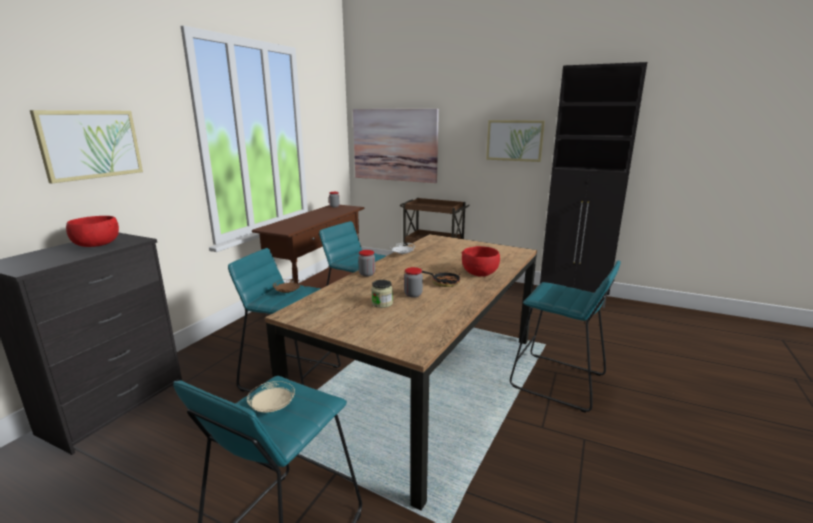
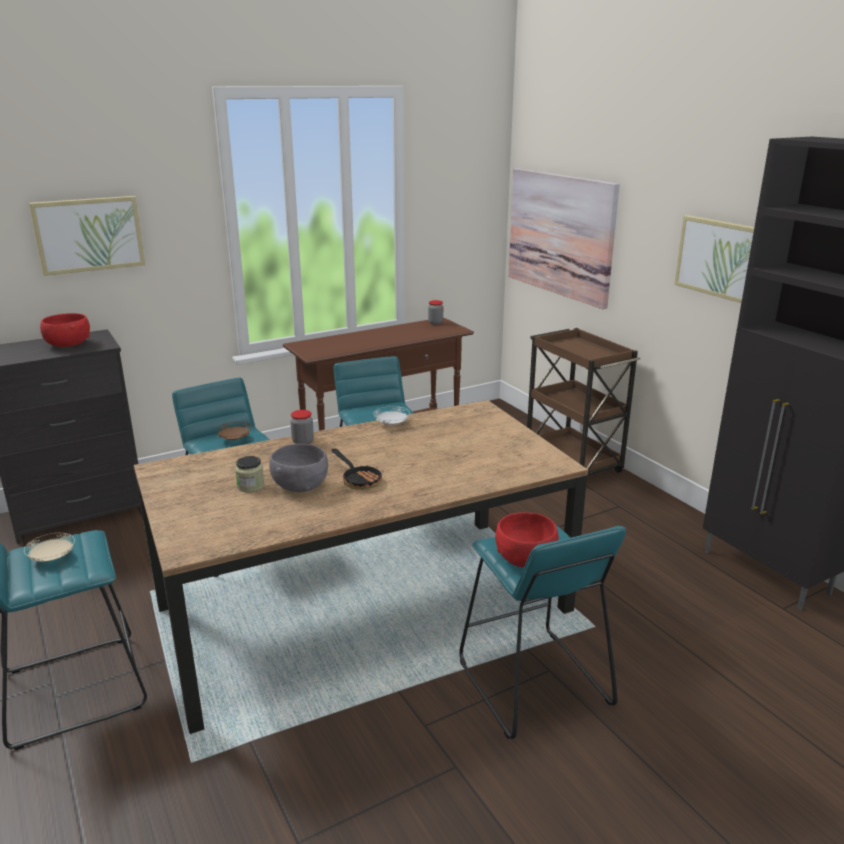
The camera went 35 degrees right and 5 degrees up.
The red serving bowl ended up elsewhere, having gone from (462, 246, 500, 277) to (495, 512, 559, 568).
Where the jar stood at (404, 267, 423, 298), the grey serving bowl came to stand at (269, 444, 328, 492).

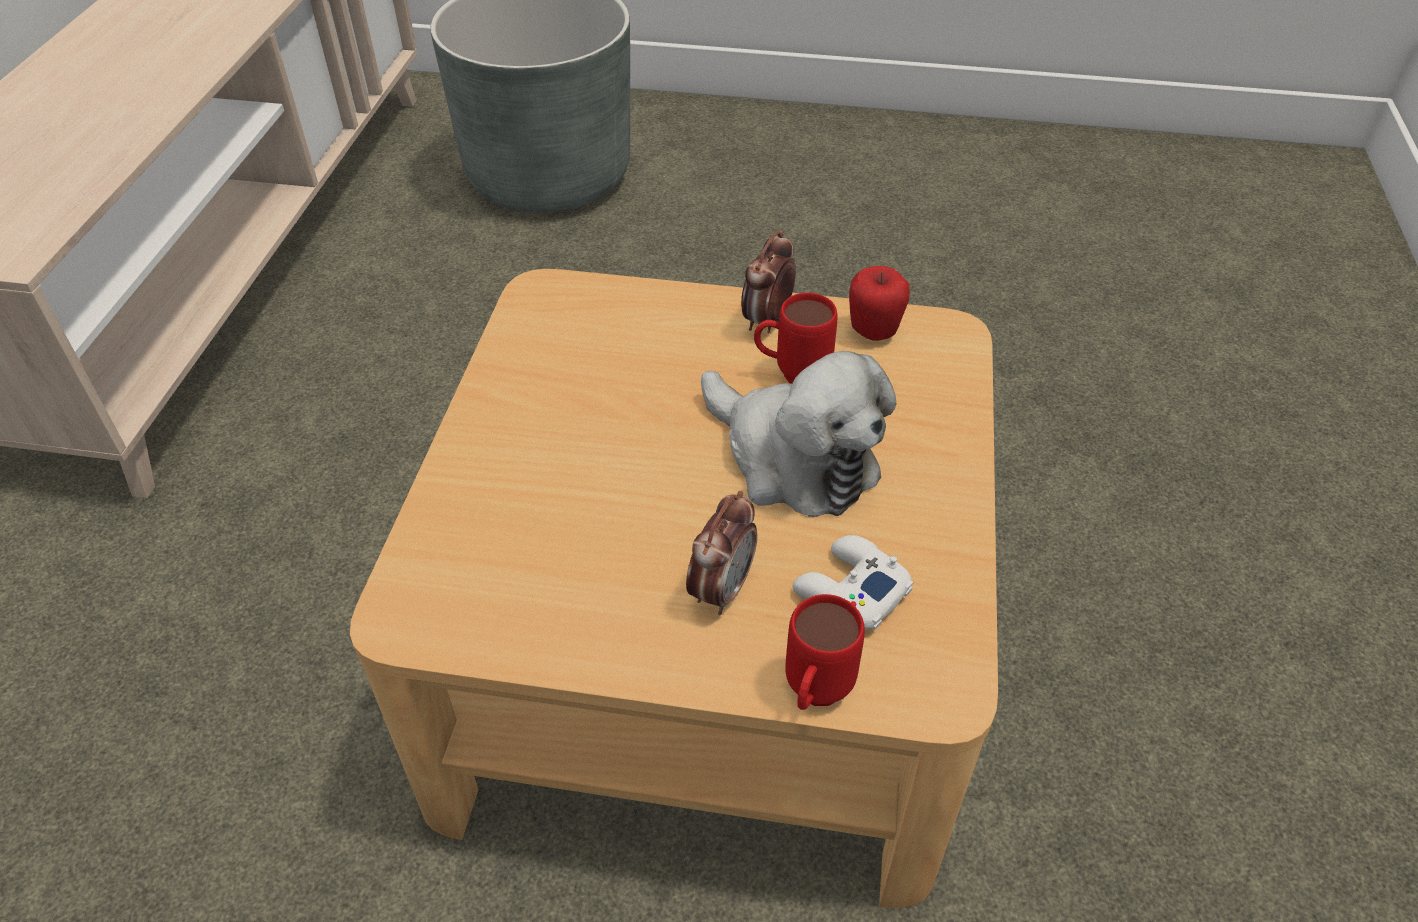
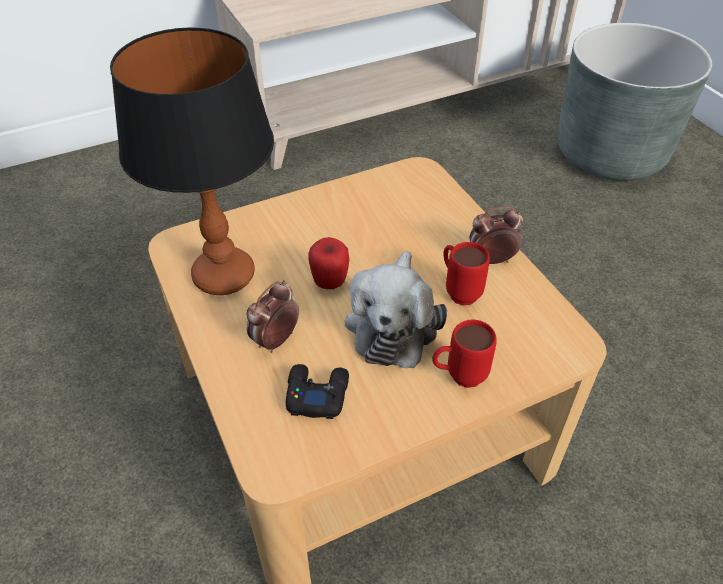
The camera went 55 degrees right and 0 degrees up.
The second view gained the table lamp at (110, 27, 274, 295).
The red mug ended up elsewhere, having gone from (785, 594, 865, 710) to (432, 320, 497, 388).
The apple fruit ended up elsewhere, having gone from (849, 266, 910, 341) to (308, 237, 349, 289).
What was the white game controller at (792, 535, 913, 630) turned into the black-coloured game controller at (286, 364, 349, 419).
The alarm clock at (686, 491, 757, 615) ended up facing another way, 135 degrees clockwise from before.

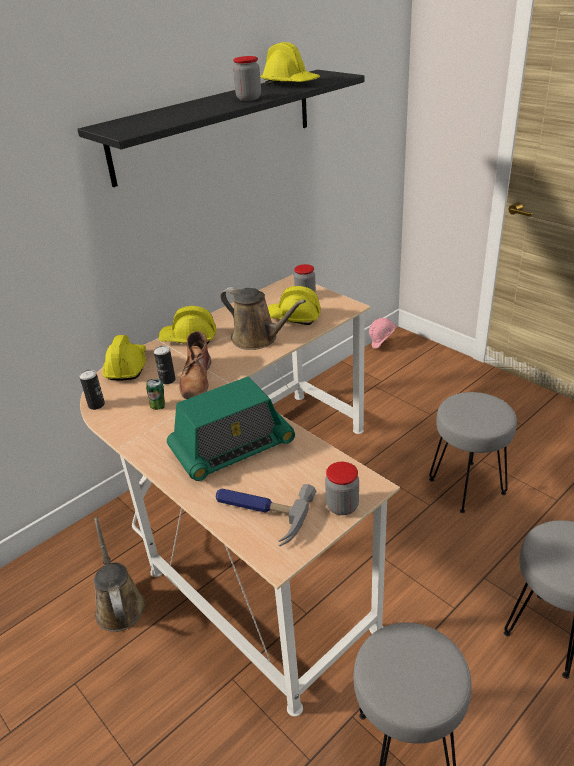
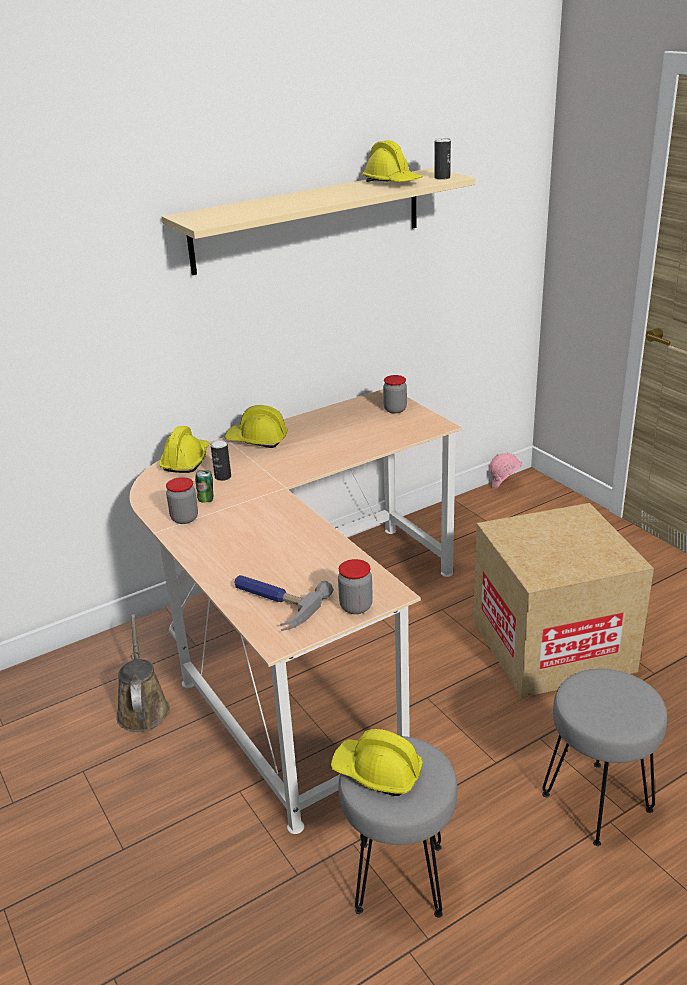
The camera went 10 degrees right and 5 degrees down.
The second view lost the radio at (167, 377, 295, 481).
The second view lost the brownish boot at (179, 331, 211, 399).
The second view lost the brownish sprinkling can at (220, 287, 306, 350).
The sealed can ended up elsewhere, having gone from (79, 369, 105, 410) to (434, 138, 451, 180).
The jar ended up elsewhere, having gone from (233, 56, 261, 101) to (166, 477, 198, 524).
The yellow-coloured safety helmet ended up elsewhere, having gone from (268, 286, 321, 325) to (331, 729, 423, 796).
Where the grey sitting stool stood at (429, 392, 517, 513), the packing box came to stand at (473, 503, 654, 698).
What was the black-coloured shelf at (77, 70, 365, 187) turned into the beige shelf at (162, 168, 475, 275).

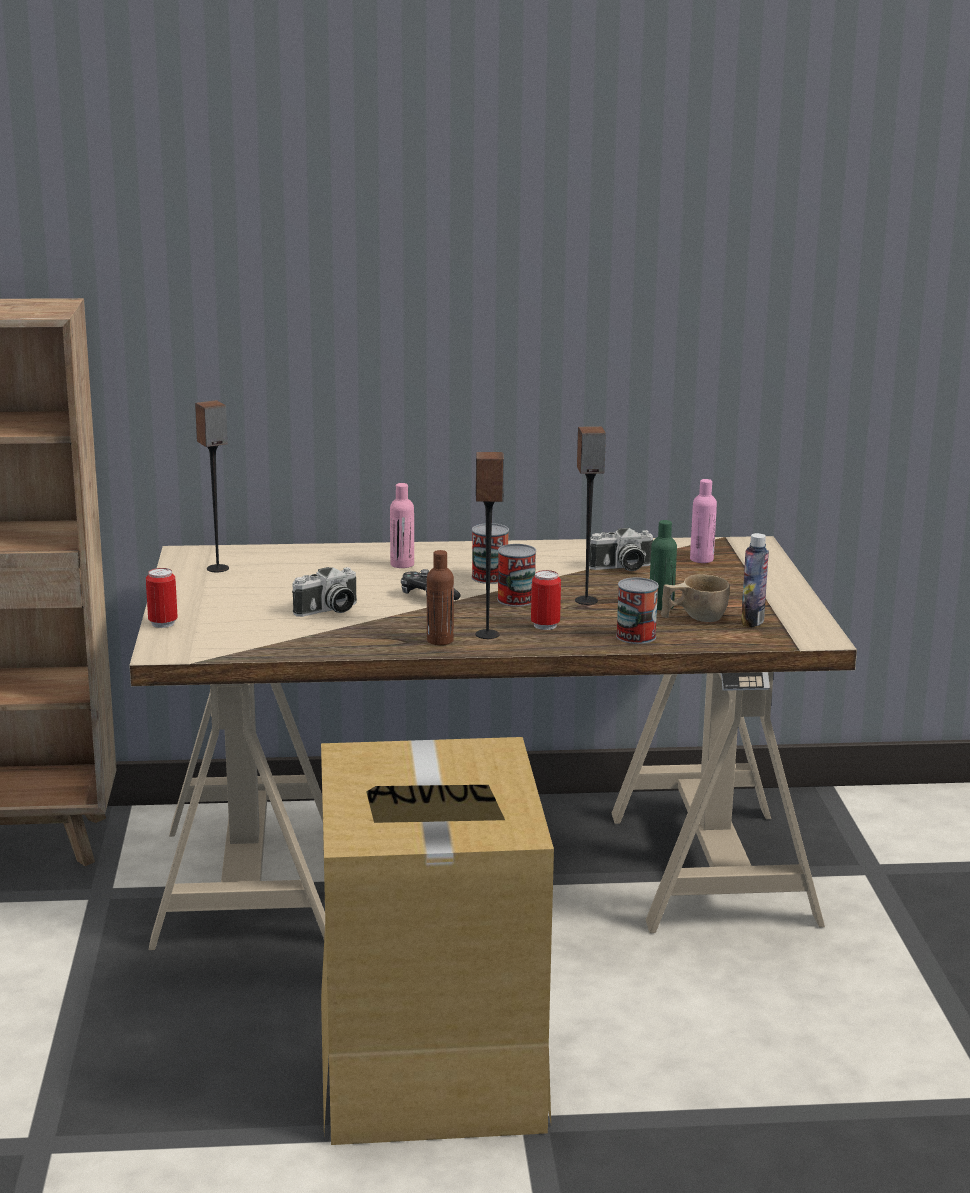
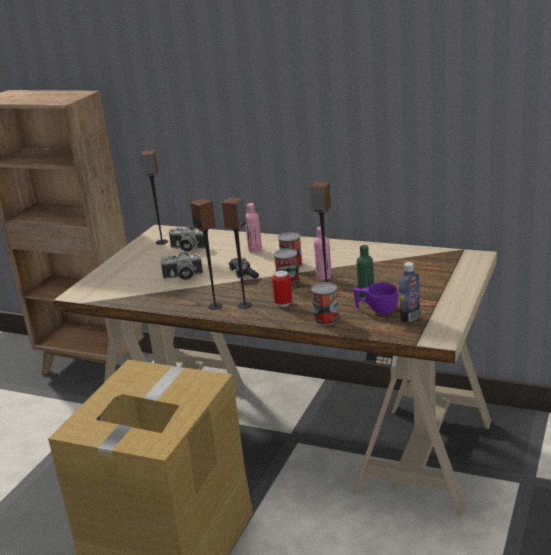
The camera went 30 degrees right and 5 degrees up.
The second view lost the sealed can at (146, 568, 178, 628).
The photo camera ended up elsewhere, having gone from (589, 528, 653, 571) to (168, 226, 206, 252).
The pink-coloured bottle ended up elsewhere, having gone from (690, 479, 717, 563) to (314, 227, 332, 280).
Where the brownish bottle stood at (427, 550, 454, 645), the loudspeaker came to stand at (190, 198, 223, 310).
What was the beige drinking cup at (661, 574, 730, 622) turned into the purple drinking cup at (353, 282, 398, 315).

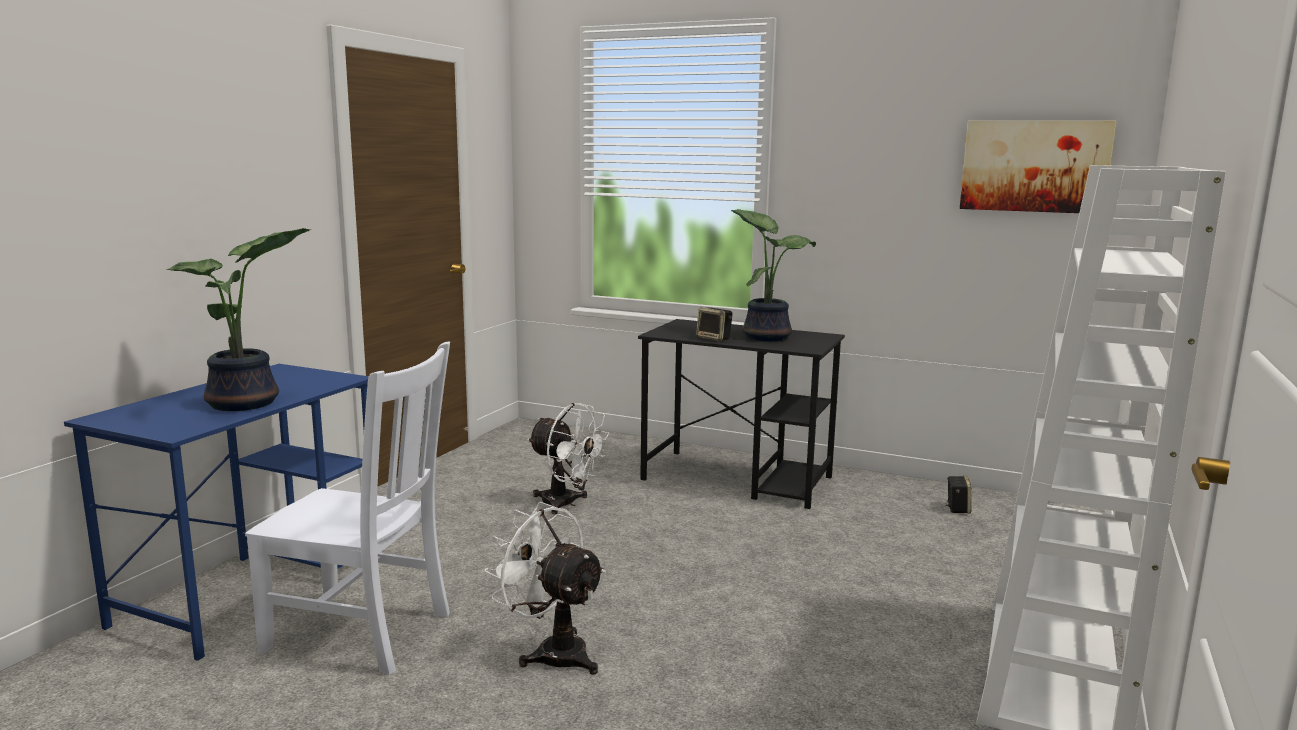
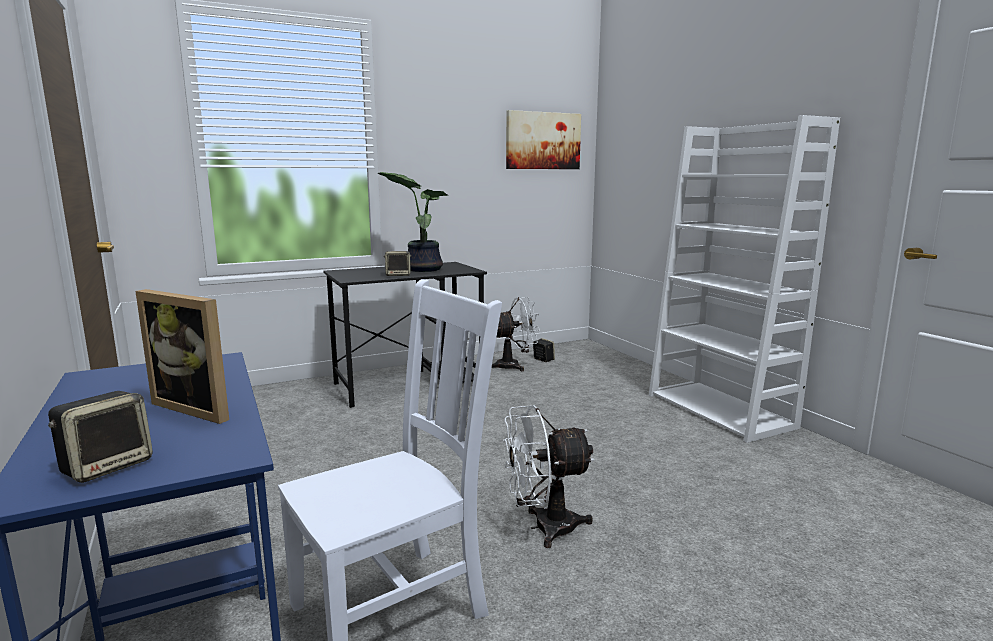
The camera went 50 degrees left and 0 degrees up.
The second view gained the loudspeaker at (48, 391, 153, 483).
The white fan ended up elsewhere, having gone from (527, 403, 610, 514) to (492, 297, 540, 371).
Where the plant in a pot stood at (166, 228, 311, 411), the picture frame came to stand at (135, 289, 229, 424).

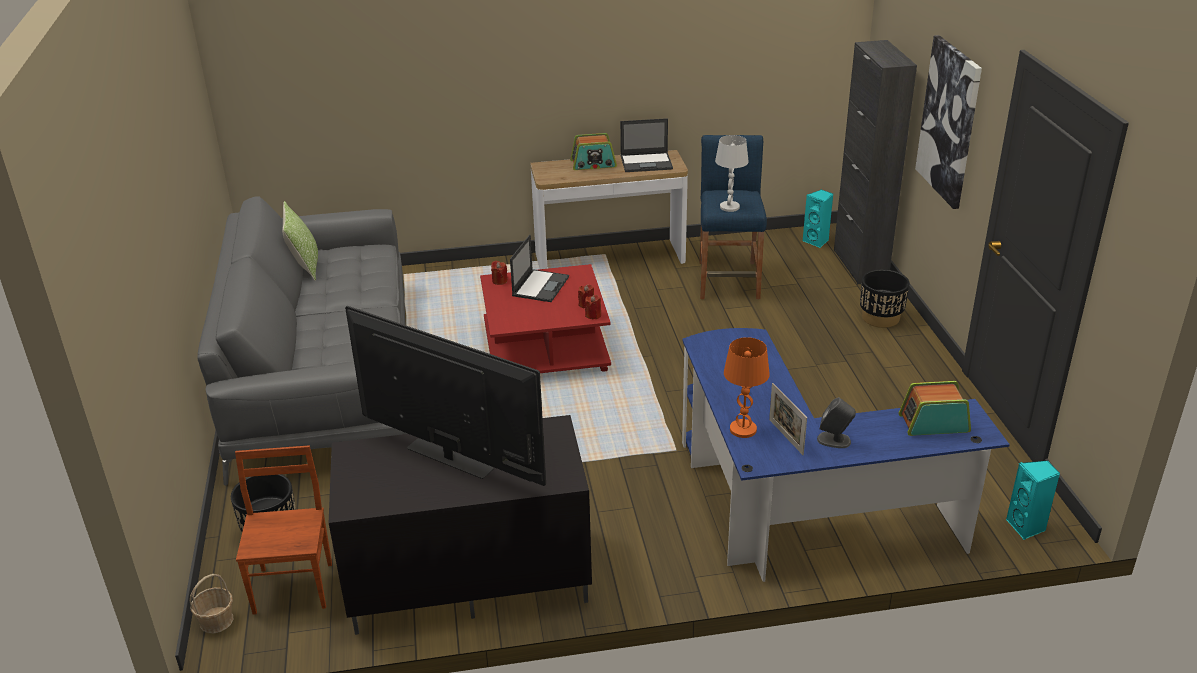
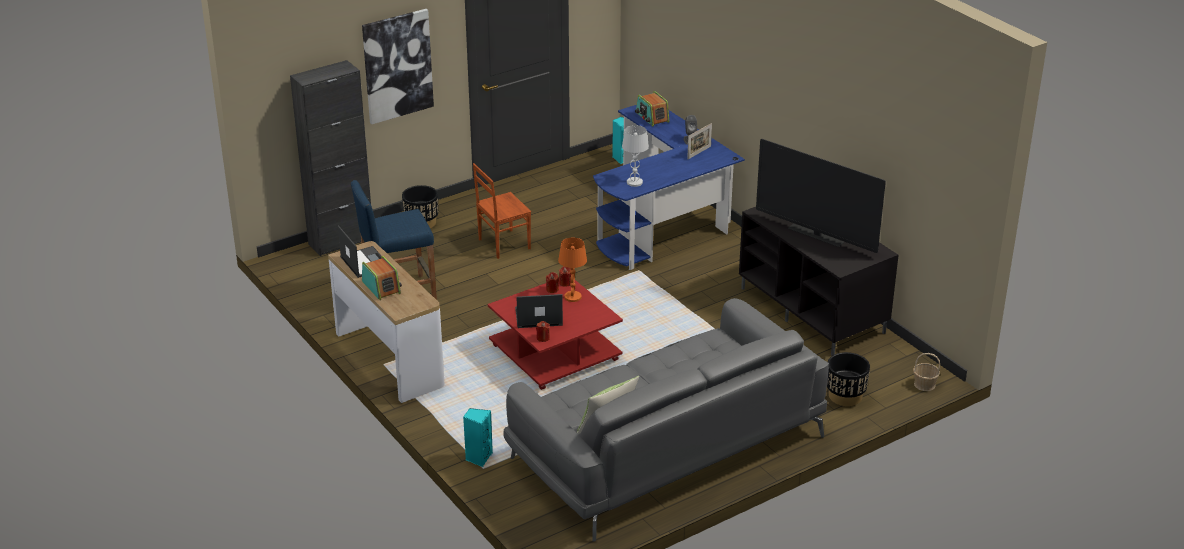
The camera went 115 degrees left and 0 degrees up.
The brownish chair ended up elsewhere, having gone from (235, 445, 332, 615) to (473, 163, 531, 259).
The white table lamp ended up elsewhere, having gone from (715, 135, 749, 212) to (622, 125, 649, 187).
The orangey table lamp ended up elsewhere, having gone from (724, 337, 770, 438) to (558, 238, 587, 302).
The blue-green loudspeaker ended up elsewhere, having gone from (803, 189, 833, 248) to (463, 408, 493, 467).
The television at (345, 306, 546, 486) ended up facing another way, 60 degrees counterclockwise from before.

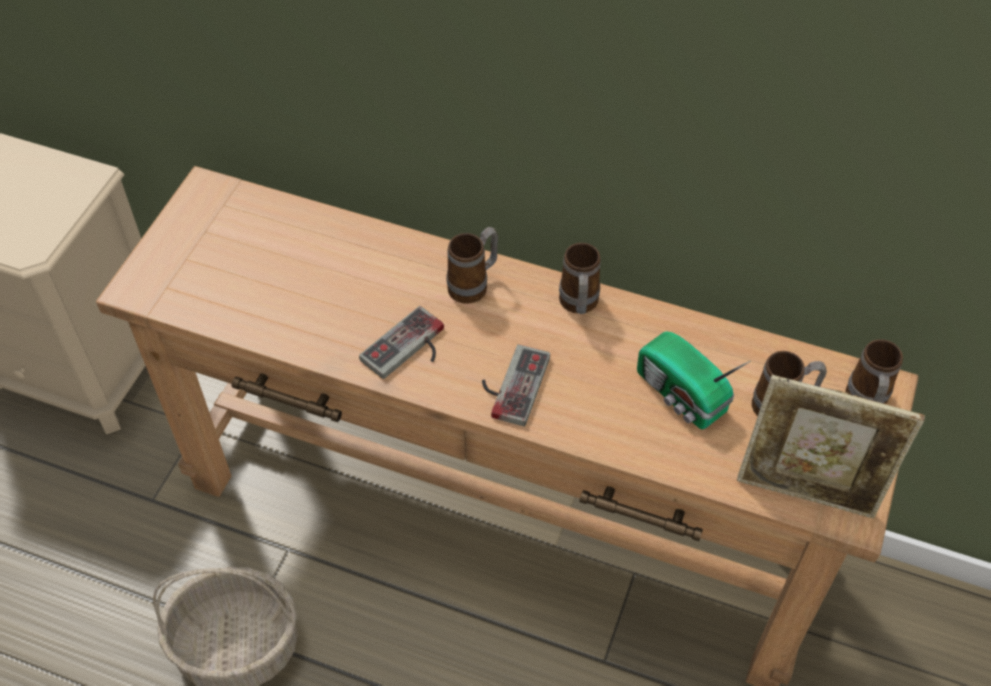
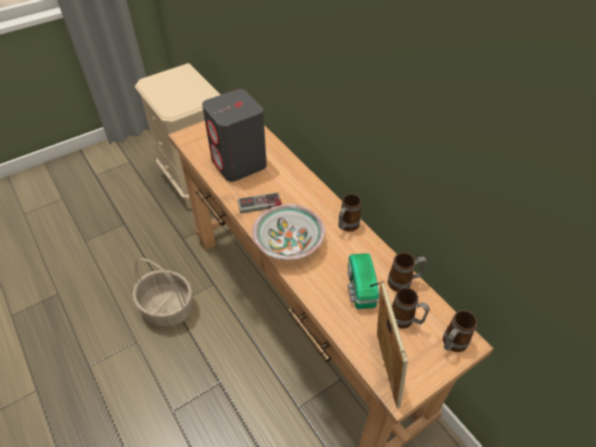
The camera went 35 degrees right and 5 degrees down.
The second view gained the grey loudspeaker at (202, 89, 267, 182).
The mug ended up elsewhere, having gone from (447, 227, 498, 304) to (388, 252, 427, 292).
Where the game controller stood at (482, 344, 550, 426), the serving bowl came to stand at (252, 204, 325, 260).
The picture frame at (737, 375, 925, 518) ended up facing another way, 150 degrees counterclockwise from before.

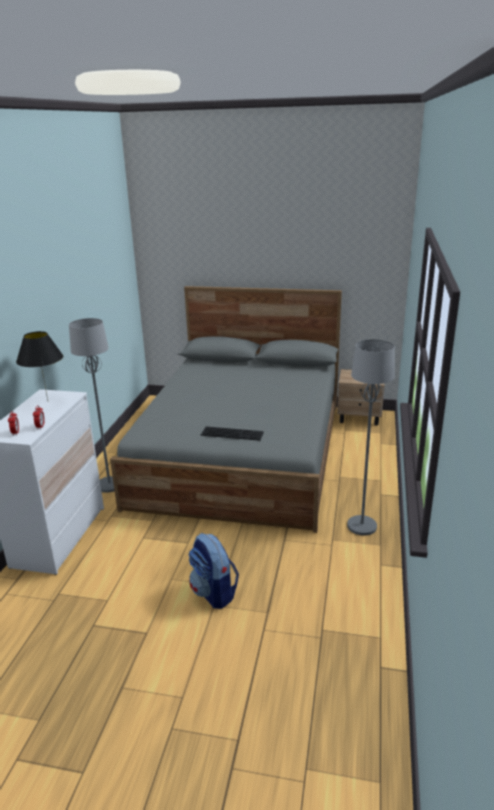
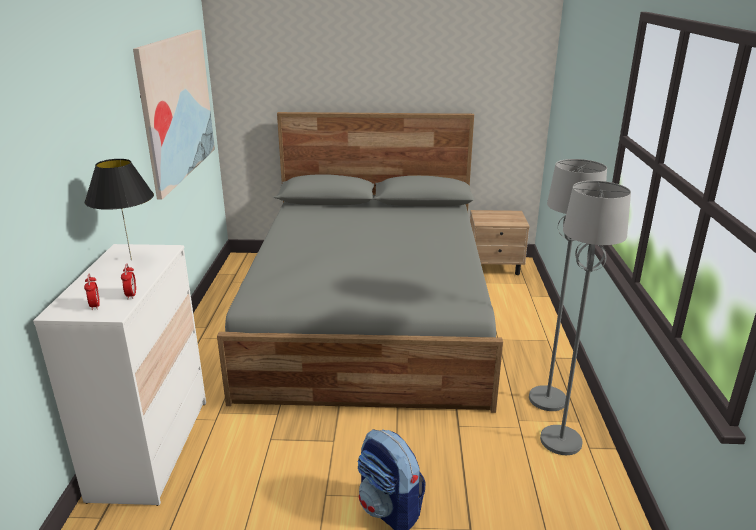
The camera went 10 degrees left and 0 degrees up.
The second view lost the PC keyboard at (201, 427, 264, 441).
The second view gained the wall picture at (133, 30, 215, 200).
The grey standing lamp ended up elsewhere, having gone from (69, 318, 115, 493) to (540, 181, 631, 455).

